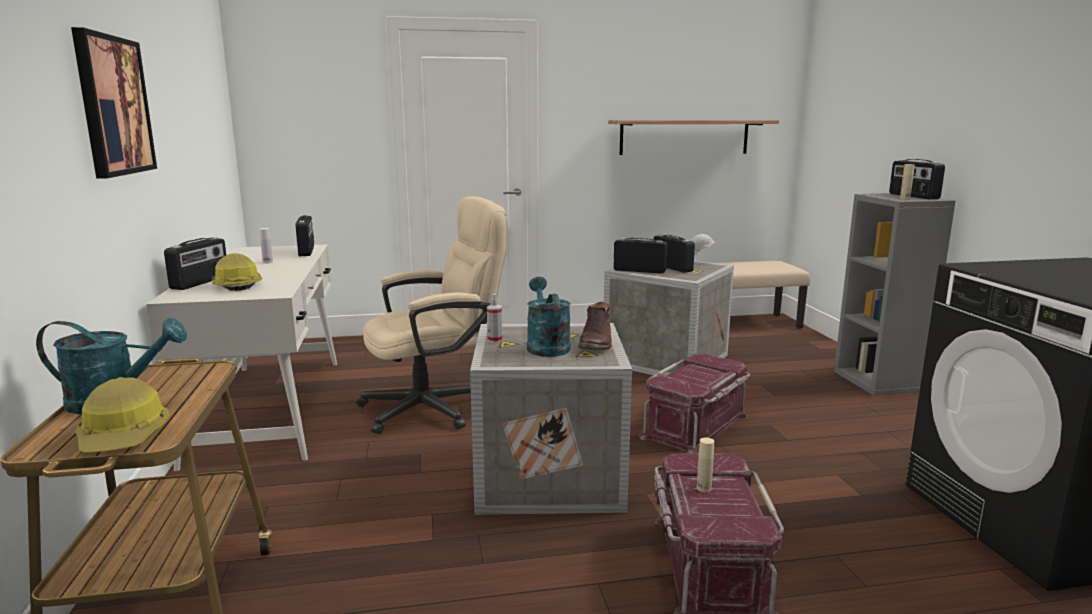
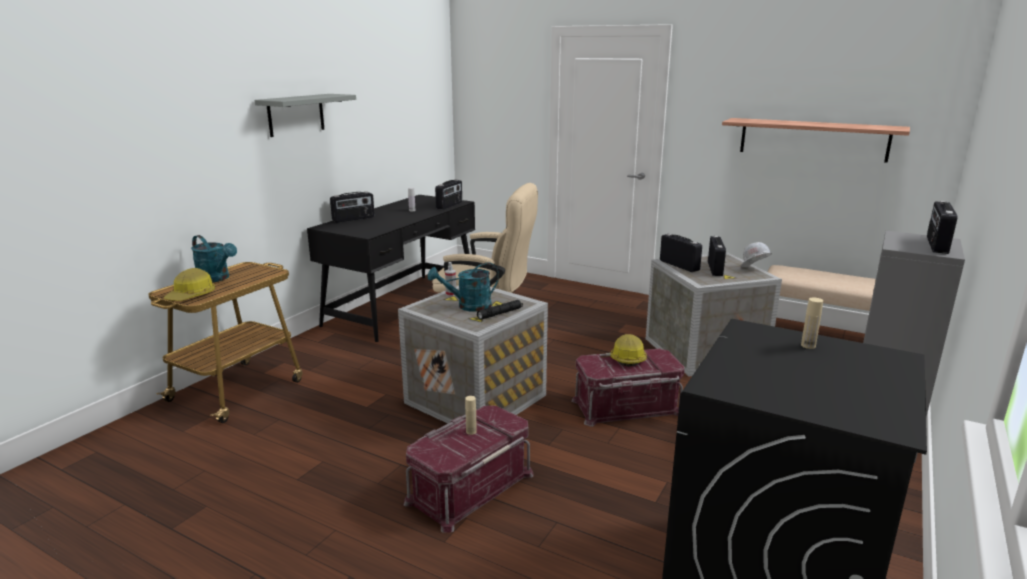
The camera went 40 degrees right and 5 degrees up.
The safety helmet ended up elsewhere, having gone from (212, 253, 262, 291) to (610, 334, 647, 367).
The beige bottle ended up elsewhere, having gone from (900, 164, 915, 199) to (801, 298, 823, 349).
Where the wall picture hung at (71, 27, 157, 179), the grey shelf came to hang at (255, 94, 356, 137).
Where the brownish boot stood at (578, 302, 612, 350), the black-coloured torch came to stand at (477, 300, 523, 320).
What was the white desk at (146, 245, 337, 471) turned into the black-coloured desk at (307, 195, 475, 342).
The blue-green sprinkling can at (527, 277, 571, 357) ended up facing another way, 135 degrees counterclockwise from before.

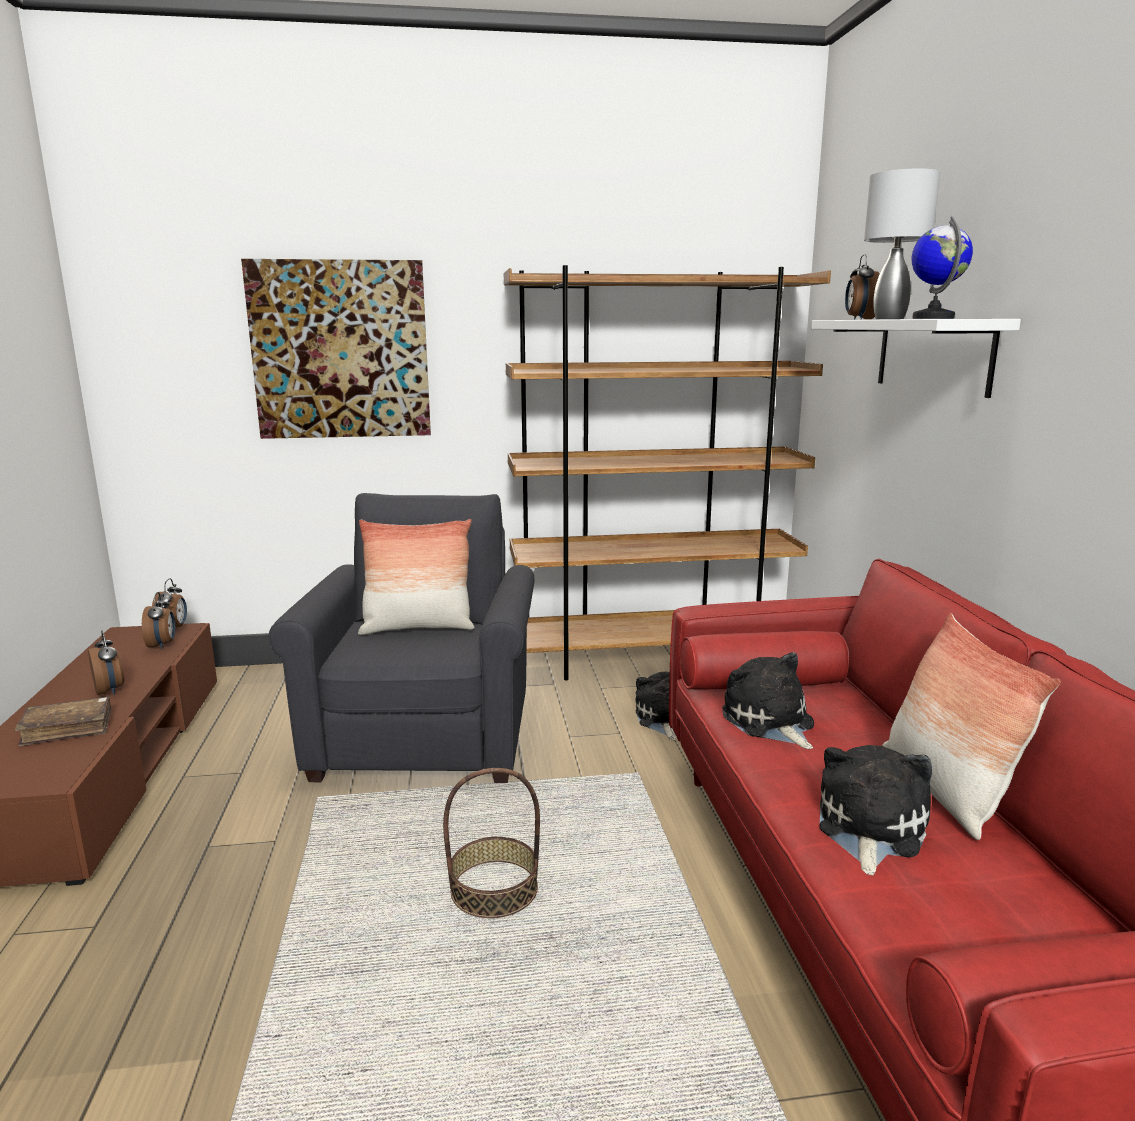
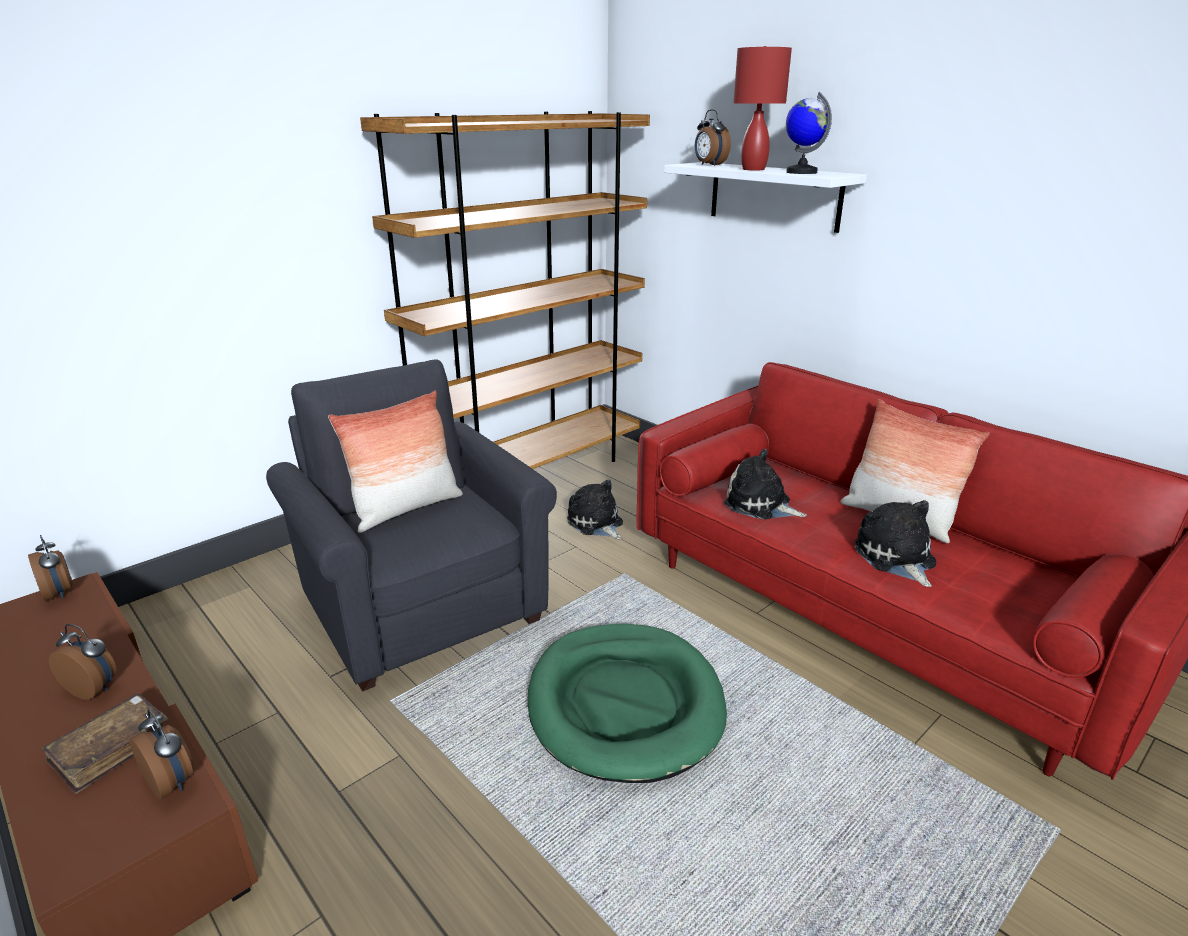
The camera went 35 degrees left and 10 degrees up.
The second view lost the wall picture at (241, 259, 431, 439).
The alarm clock ended up elsewhere, having gone from (142, 592, 175, 649) to (130, 709, 194, 799).
Where the household basket stood at (443, 768, 540, 918), the greenish dog cushion came to stand at (528, 624, 727, 783).
What was the grey table lamp at (864, 168, 940, 319) turned into the red table lamp at (733, 46, 792, 171).

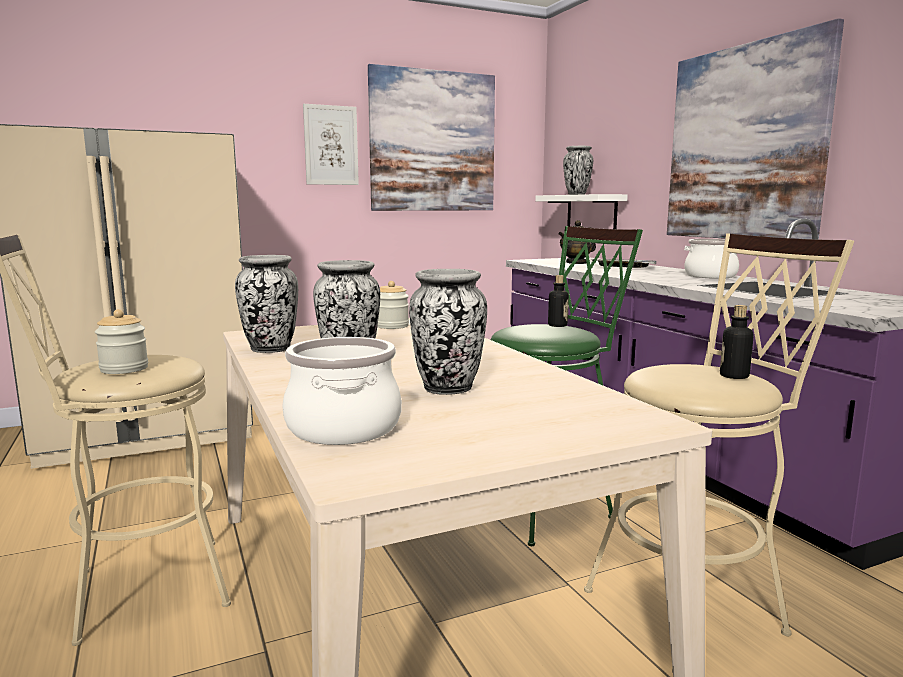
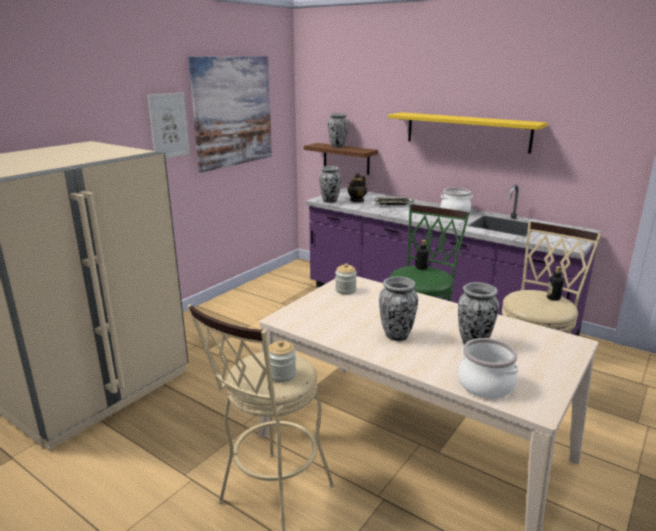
The camera went 30 degrees left and 10 degrees up.
The vase ended up elsewhere, having gone from (235, 255, 298, 353) to (319, 166, 341, 203).
Where the wall picture hung at (667, 18, 844, 240), the yellow-coloured shelf came to hang at (388, 112, 548, 154).
What was the white shelf at (535, 194, 628, 229) turned into the brownish shelf at (304, 143, 378, 175).

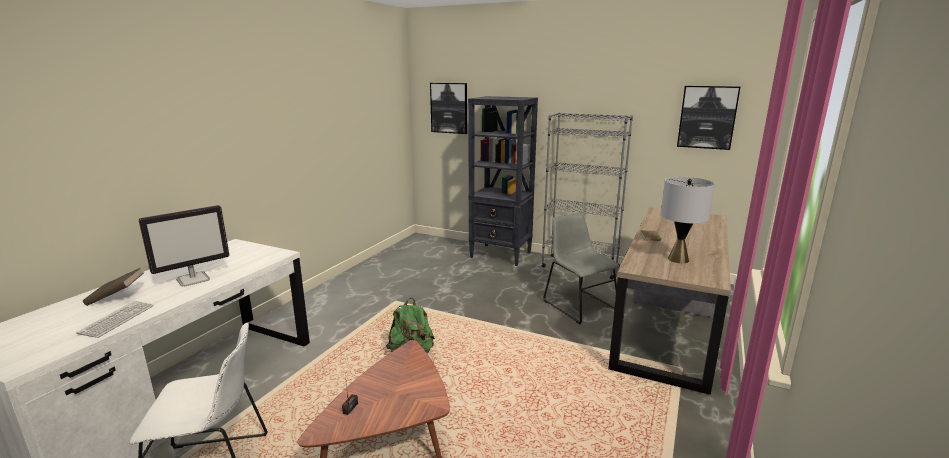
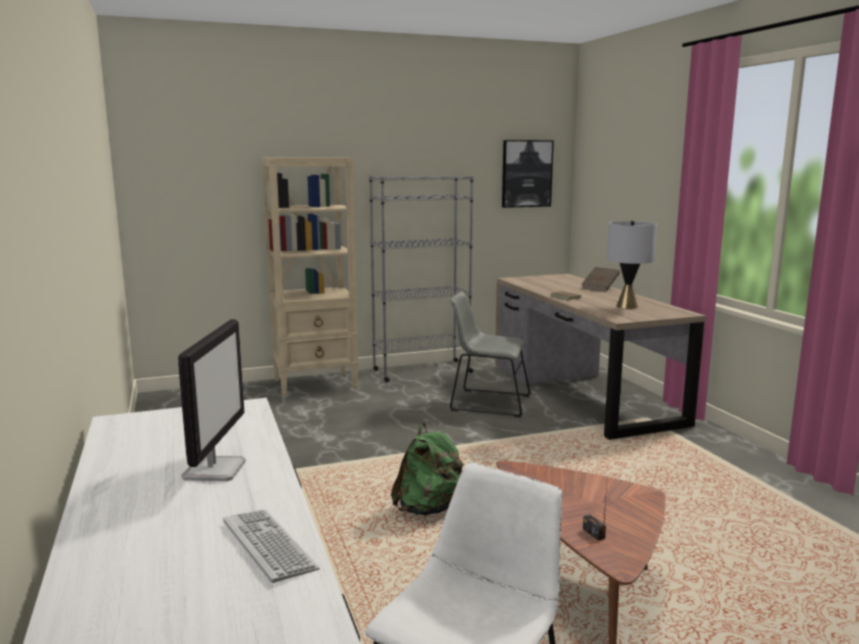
The camera went 45 degrees left and 5 degrees down.
The second view lost the wall picture at (430, 83, 467, 134).
The brownish book ended up elsewhere, having gone from (83, 268, 144, 306) to (582, 267, 620, 292).
What was the black-coloured bookcase at (468, 96, 538, 266) turned into the beige bookcase at (262, 158, 358, 398).

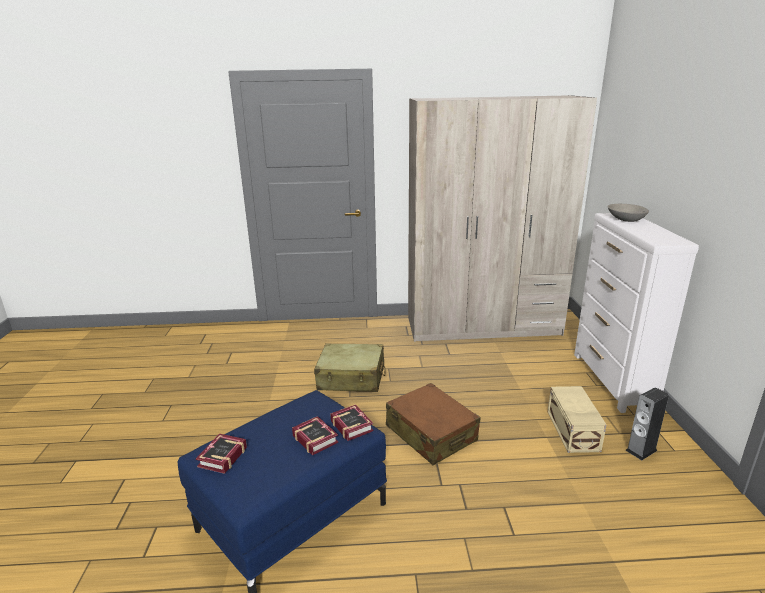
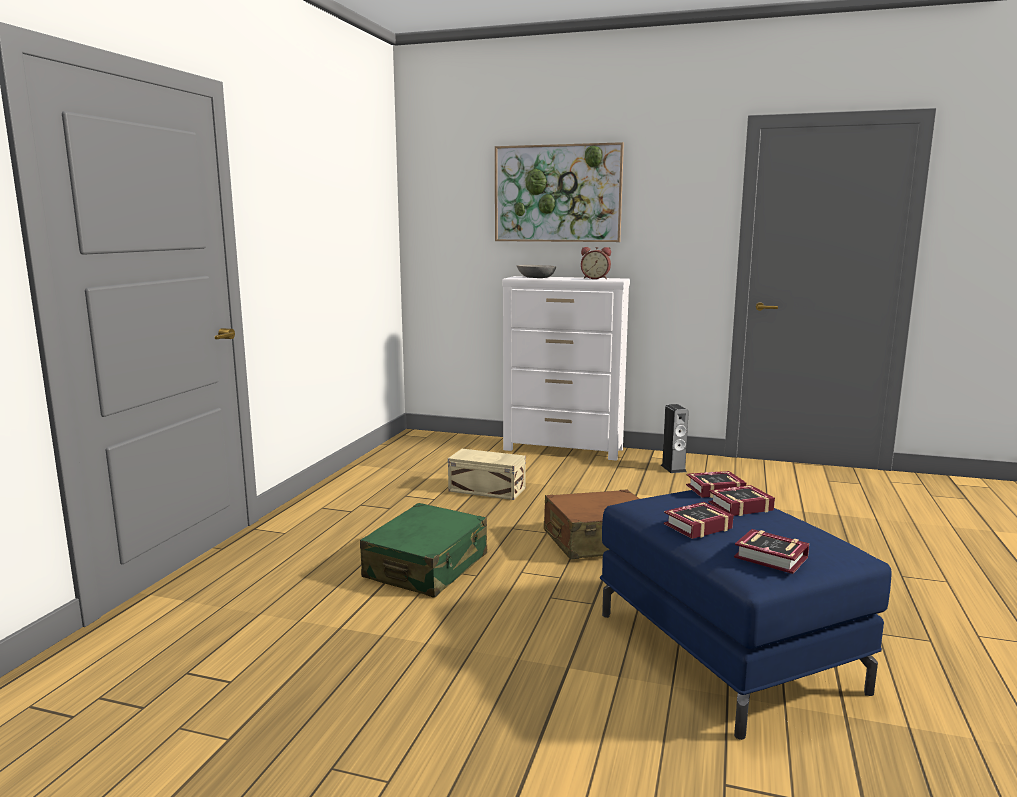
The camera went 70 degrees left and 10 degrees down.
The second view lost the beige armoire at (408, 95, 597, 342).
The second view gained the wall picture at (495, 142, 624, 242).
The second view gained the alarm clock at (581, 247, 611, 279).
The second view gained the book at (664, 502, 734, 539).
The beige storage container ended up elsewhere, having gone from (548, 386, 607, 453) to (448, 449, 526, 500).
What was the beige piece of luggage at (314, 343, 386, 392) turned into the greenish piece of luggage at (360, 503, 487, 598).

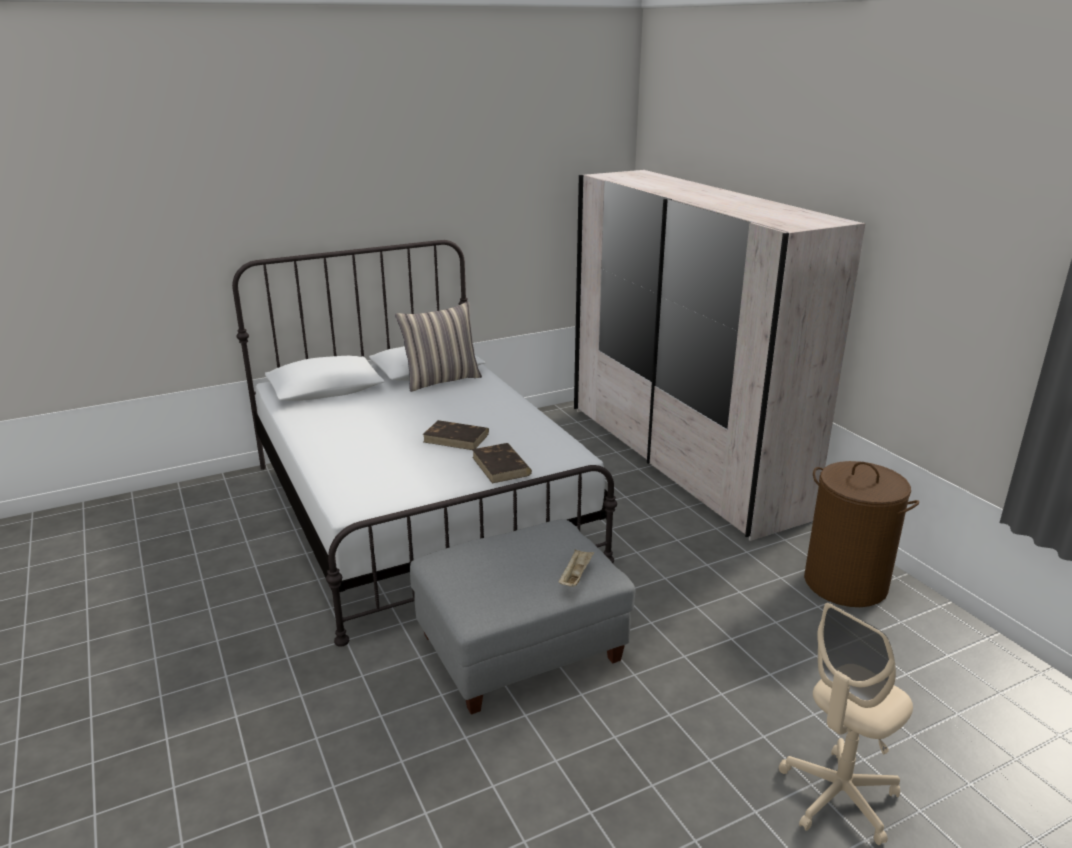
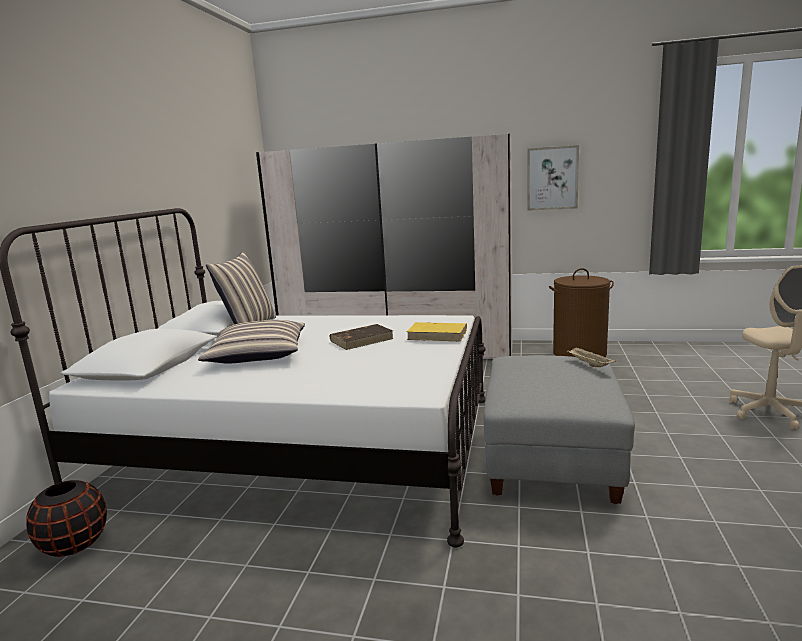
The camera went 50 degrees left and 10 degrees down.
The second view gained the black-coloured vase at (26, 480, 107, 557).
The second view gained the cushion at (198, 320, 305, 364).
The second view gained the wall picture at (527, 145, 579, 211).
What was the brownish book at (472, 443, 532, 483) turned into the yellow-coloured book at (407, 322, 467, 342).

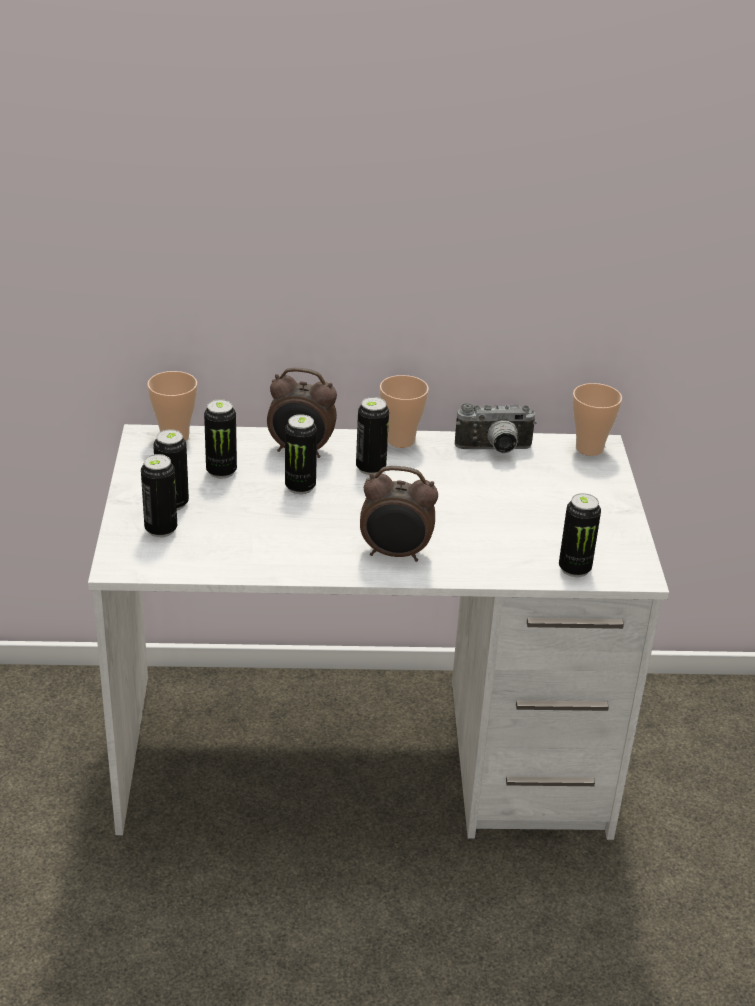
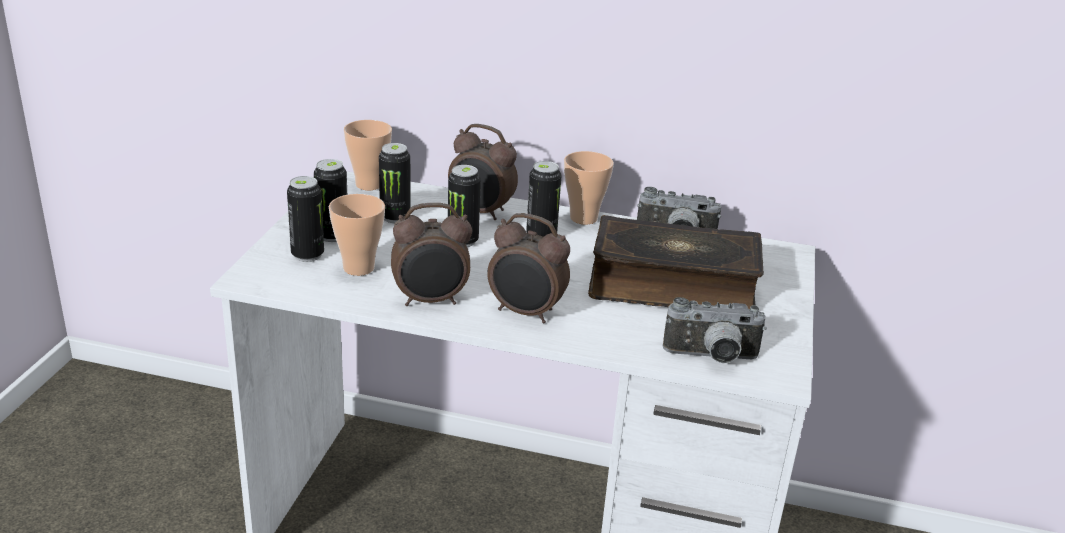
The camera went 15 degrees right and 5 degrees down.
The second view gained the alarm clock at (391, 203, 472, 306).
The second view gained the book at (588, 215, 764, 309).
The drinking cup ended up elsewhere, having gone from (572, 383, 622, 456) to (329, 194, 385, 276).
Where the sealed can stood at (559, 493, 601, 577), the photo camera came to stand at (663, 297, 767, 363).

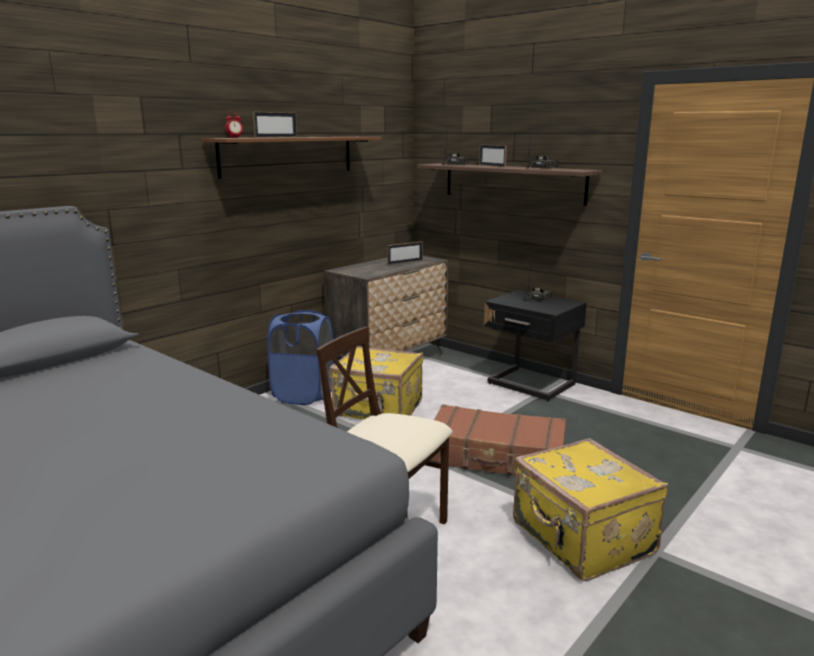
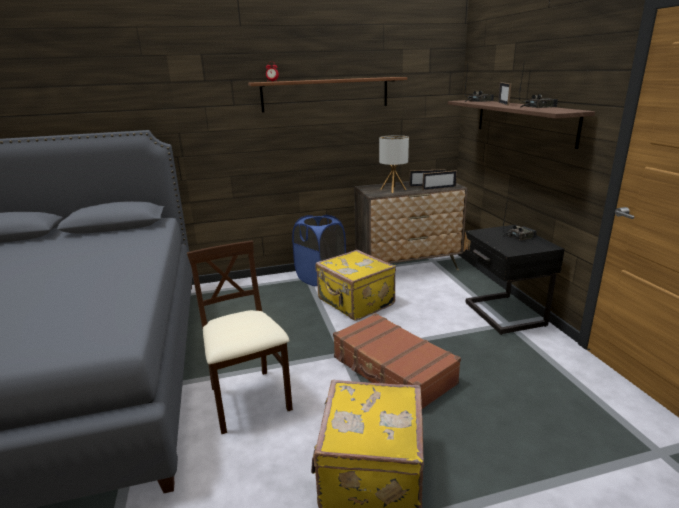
The camera went 35 degrees right and 5 degrees up.
The second view gained the table lamp at (379, 135, 409, 193).
The picture frame ended up elsewhere, having gone from (253, 112, 297, 138) to (422, 170, 457, 190).

